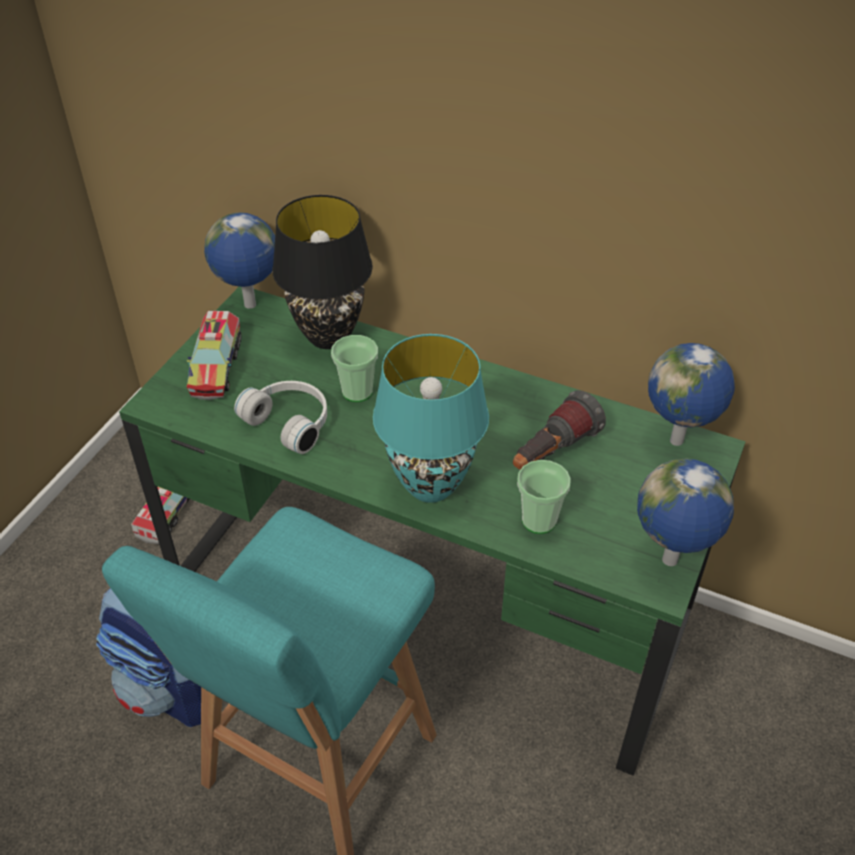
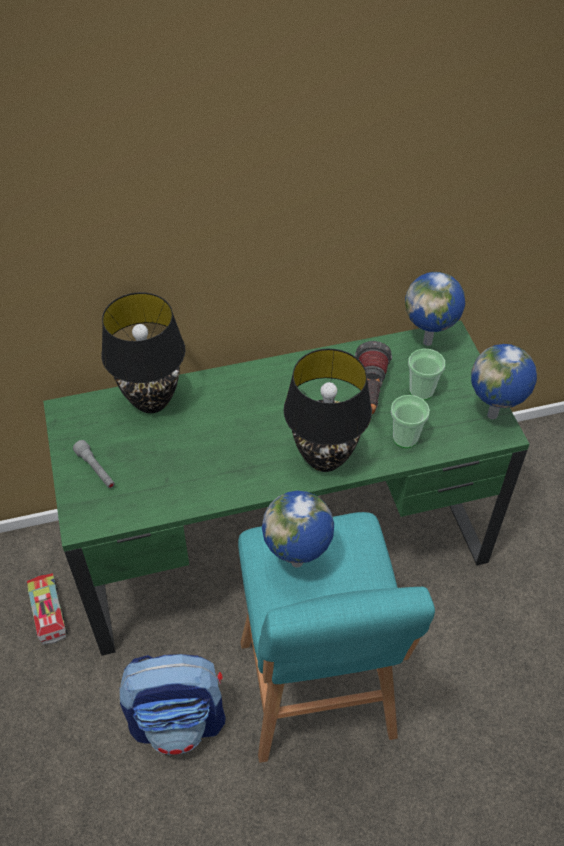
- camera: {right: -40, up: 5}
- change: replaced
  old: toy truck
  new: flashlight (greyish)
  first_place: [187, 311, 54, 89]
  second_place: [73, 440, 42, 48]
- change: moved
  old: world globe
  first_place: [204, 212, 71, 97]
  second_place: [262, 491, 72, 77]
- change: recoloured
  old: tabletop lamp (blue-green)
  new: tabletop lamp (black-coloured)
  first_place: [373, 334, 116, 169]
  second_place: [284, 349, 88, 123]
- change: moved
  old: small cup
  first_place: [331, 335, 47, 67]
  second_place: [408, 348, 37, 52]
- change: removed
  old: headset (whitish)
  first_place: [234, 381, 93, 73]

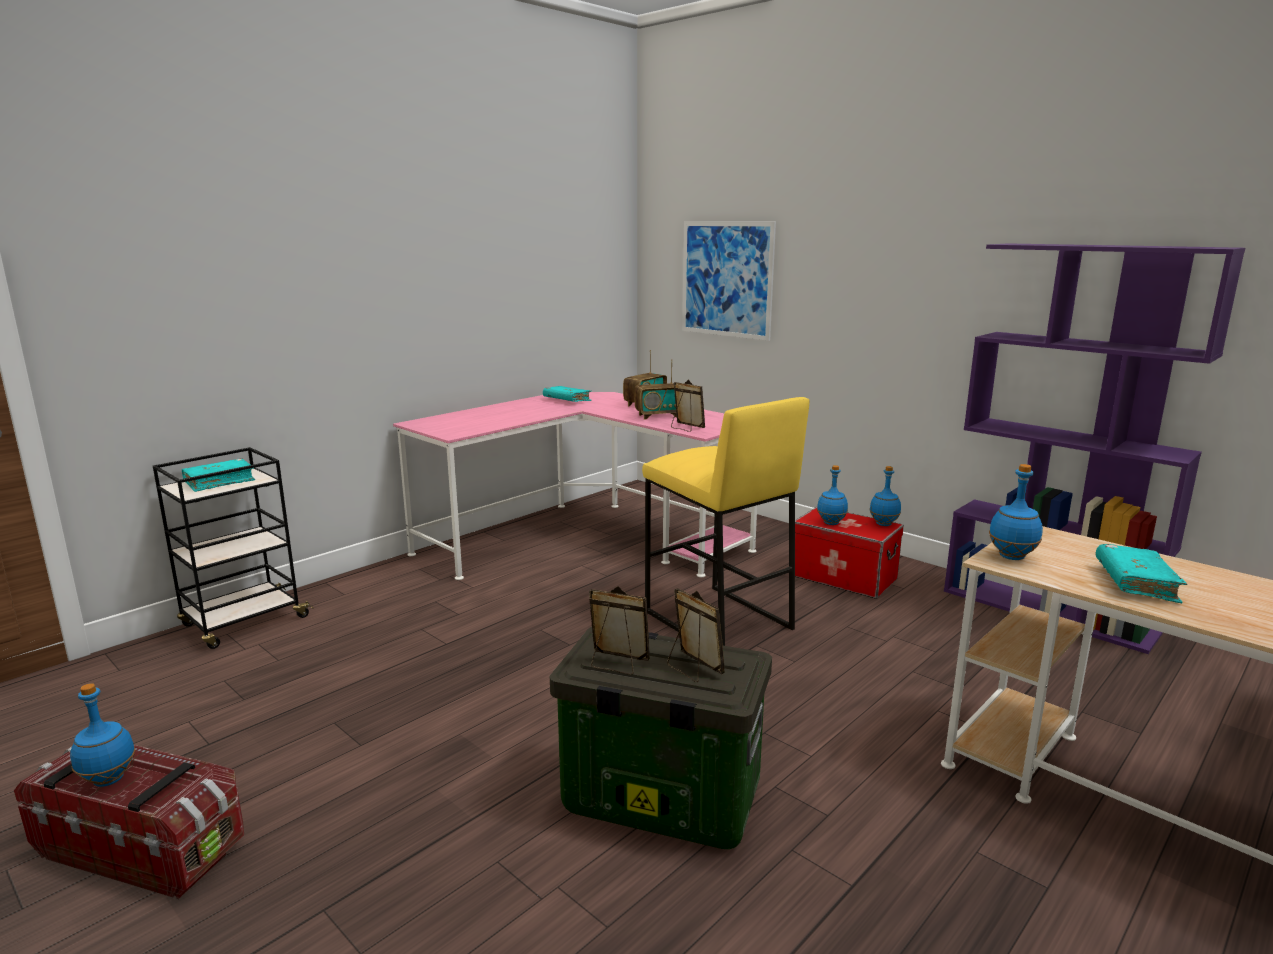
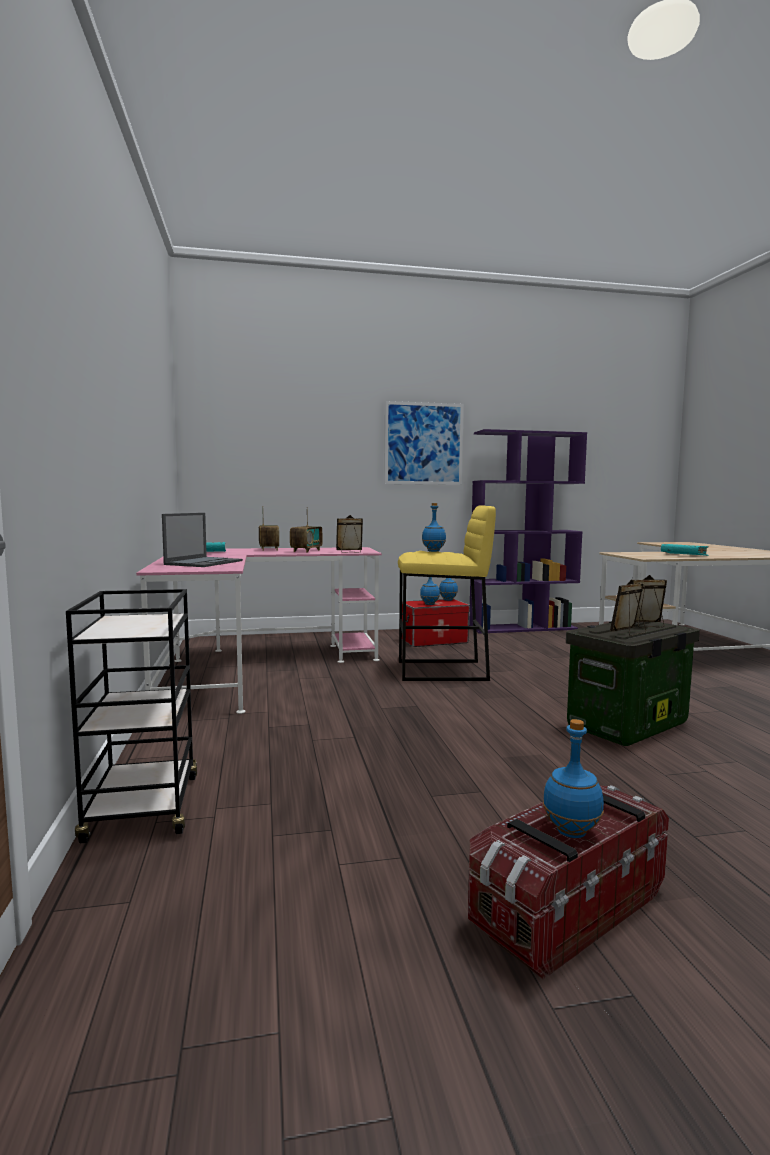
- camera: {right: -55, up: -10}
- change: added
  new: notebook computer
  second_place: [162, 513, 81, 54]
- change: moved
  old: picture
  first_place: [682, 222, 94, 119]
  second_place: [384, 401, 80, 84]
- change: moved
  old: beverage bottle (bluish)
  first_place: [989, 464, 54, 96]
  second_place: [422, 503, 24, 49]
- change: removed
  old: book (blue-green)
  first_place: [181, 458, 74, 34]

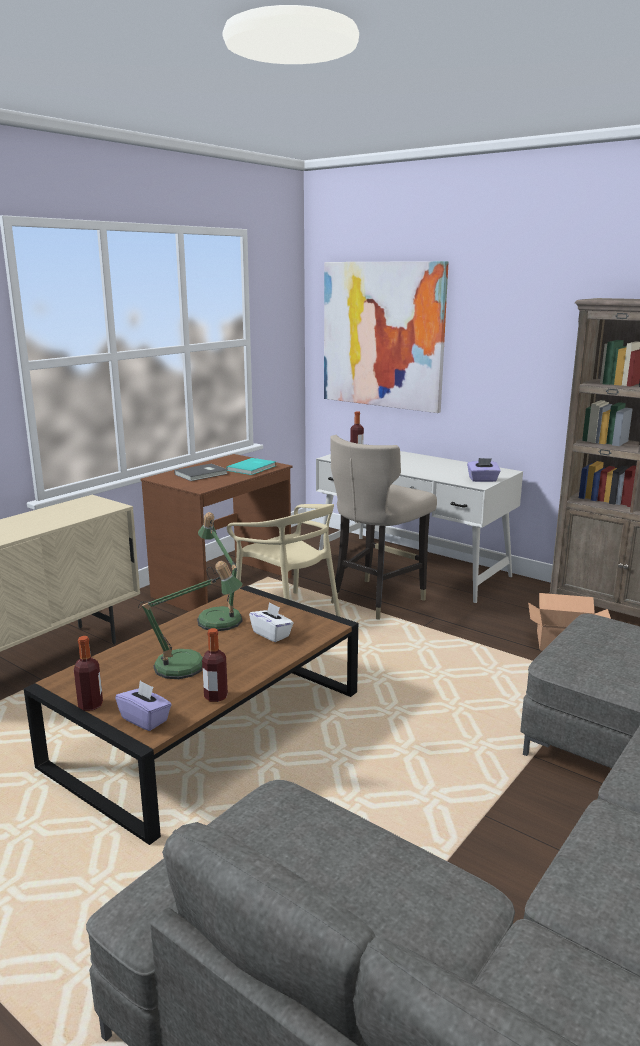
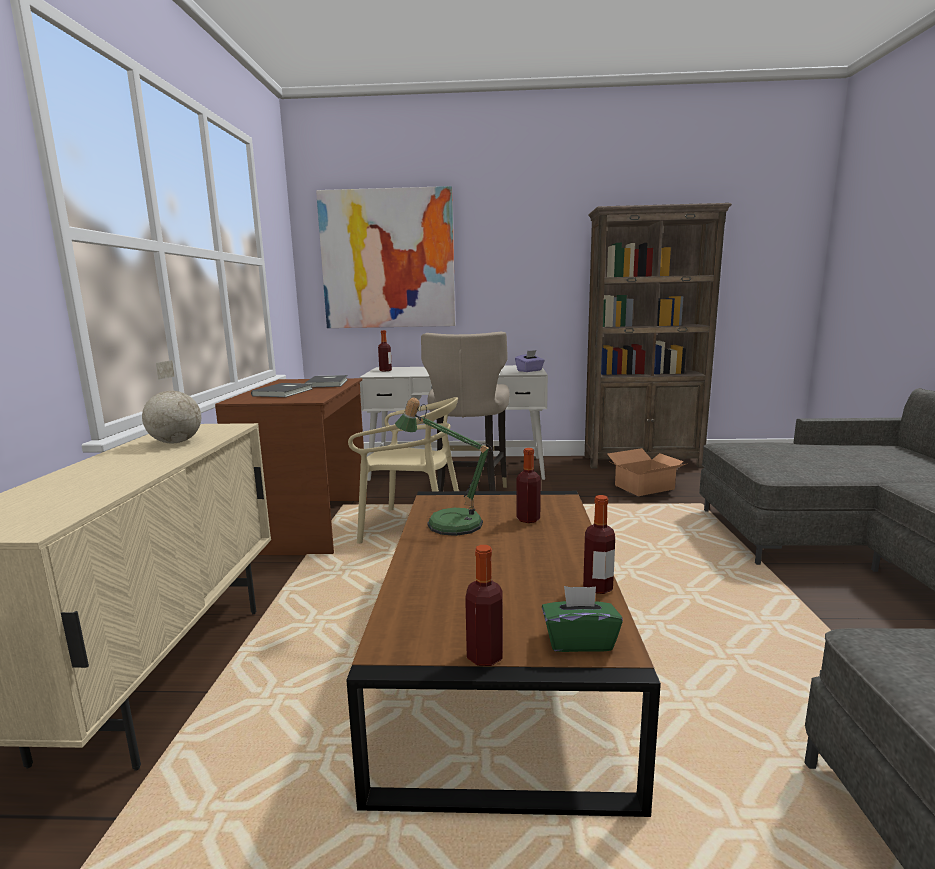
- camera: {right: -35, up: -5}
- change: added
  new: world globe
  second_place: [142, 360, 59, 83]
- change: recoloured
  old: book (blue-green)
  new: book (greyish)
  first_place: [226, 458, 50, 17]
  second_place: [305, 375, 43, 12]
- change: replaced
  old: tissue box (whitish)
  new: beverage bottle
  first_place: [249, 602, 45, 40]
  second_place: [516, 448, 25, 75]
- change: recoloured
  old: tissue box (purple)
  new: tissue box (green-coloured)
  first_place: [115, 680, 57, 51]
  second_place: [542, 586, 81, 66]
- change: removed
  old: tabletop lamp
  first_place: [138, 561, 105, 118]

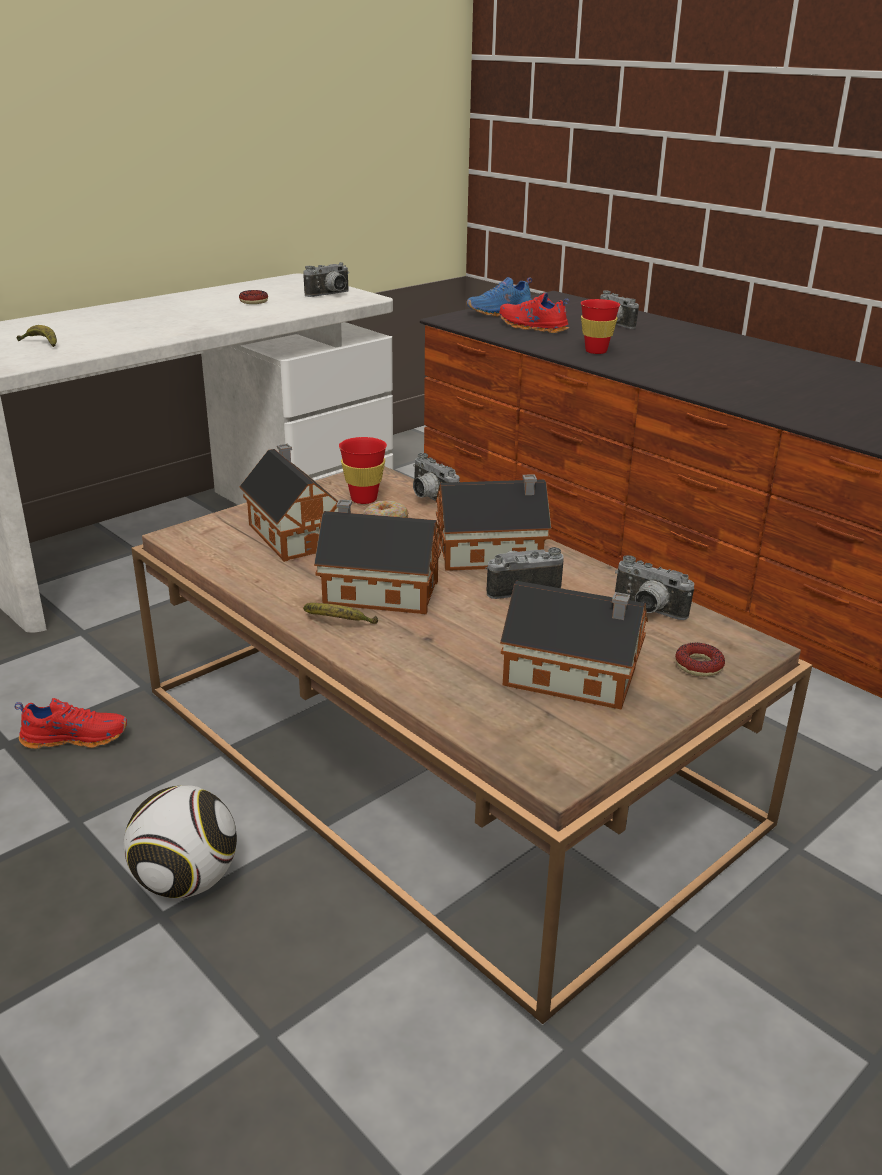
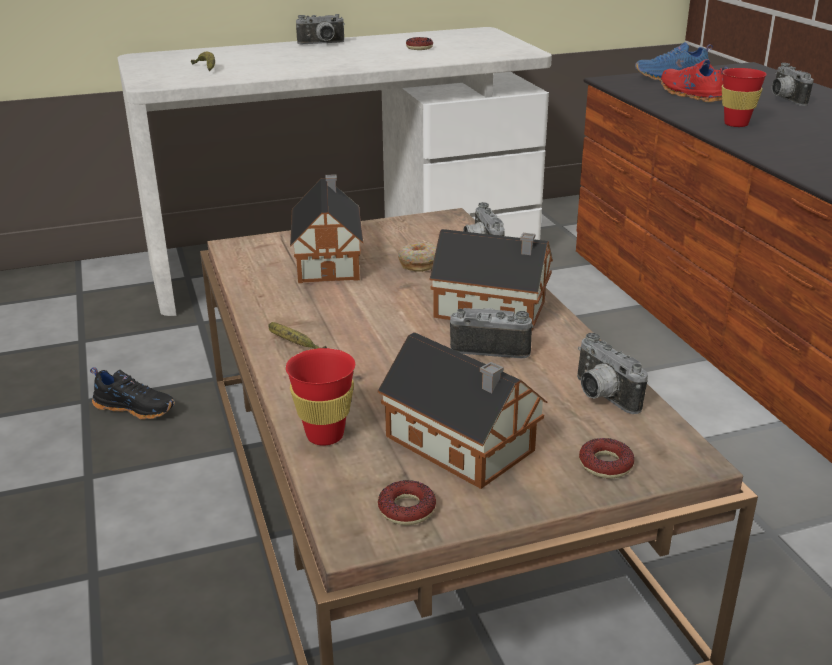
- camera: {right: 25, up: 0}
- change: recoloured
  old: low shoe (reddish)
  new: low shoe (black-coloured)
  first_place: [15, 698, 112, 51]
  second_place: [90, 367, 85, 53]
- change: moved
  old: small cup (reddish)
  first_place: [339, 437, 48, 67]
  second_place: [286, 348, 69, 98]
- change: moved
  old: still camera
  first_place: [303, 262, 46, 35]
  second_place: [296, 14, 49, 30]
- change: added
  new: doughnut
  second_place: [378, 480, 58, 45]
- change: removed
  old: ball for football
  first_place: [124, 785, 113, 113]
- change: removed
  old: toy house
  first_place: [314, 499, 128, 115]

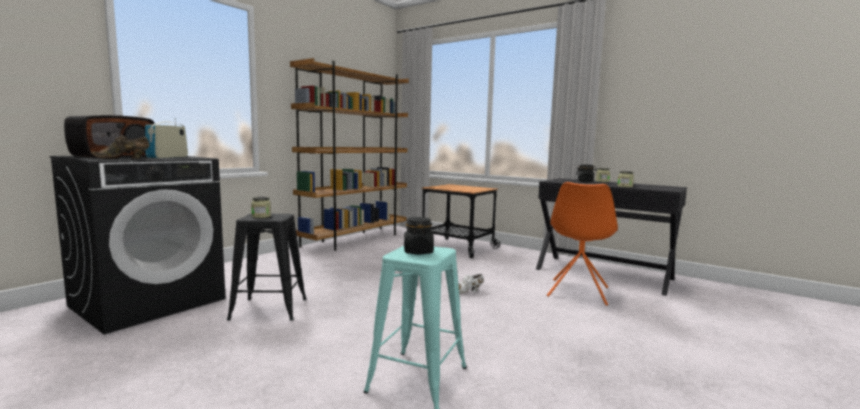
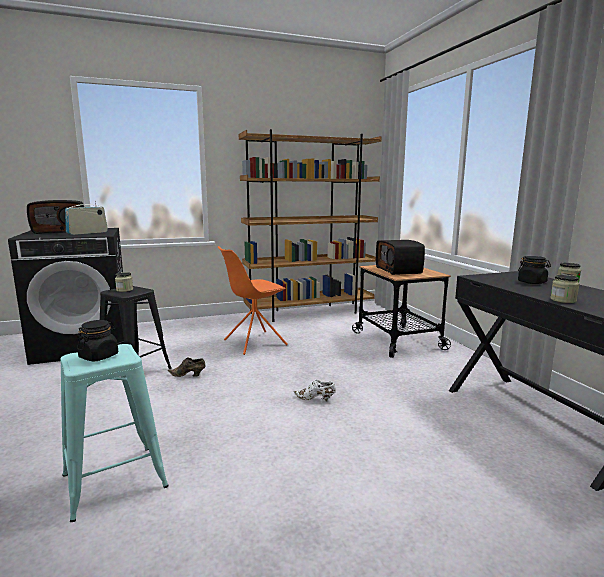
- camera: {right: 35, up: 5}
- change: moved
  old: low shoe (brown)
  first_place: [91, 135, 59, 24]
  second_place: [168, 358, 38, 19]
- change: moved
  old: upright chair (orange)
  first_place: [547, 182, 71, 124]
  second_place: [218, 246, 70, 109]
- change: added
  new: radio set
  second_place: [376, 240, 49, 35]

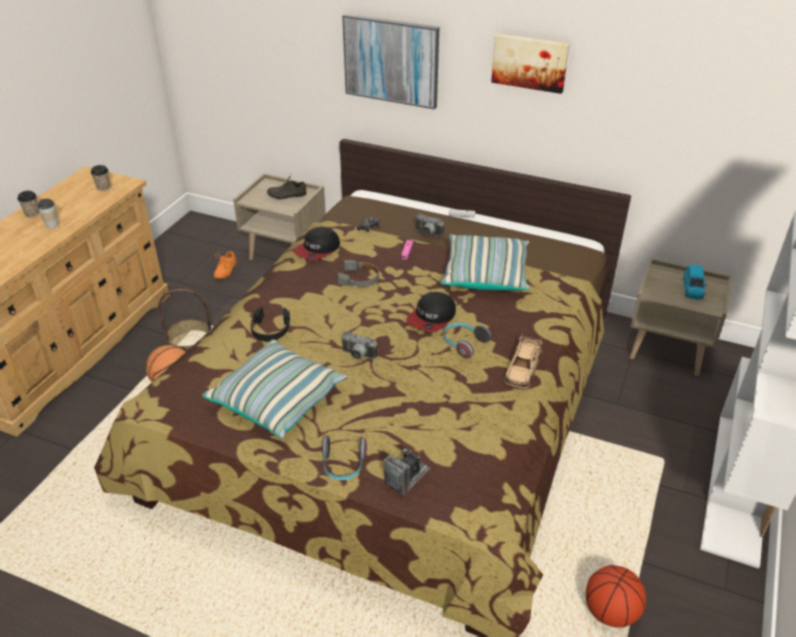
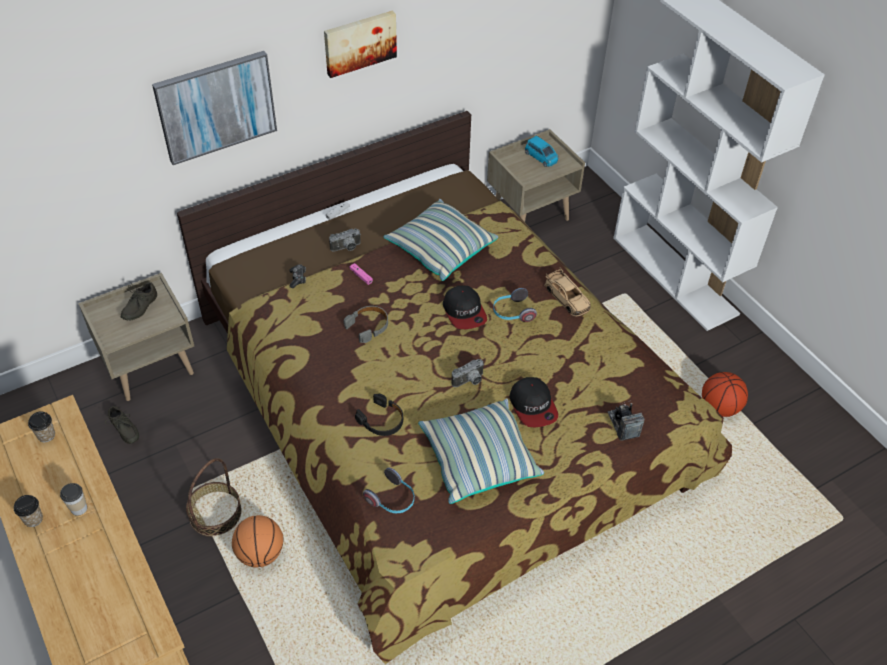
- camera: {right: -55, up: 10}
- change: recoloured
  old: low shoe (orange)
  new: low shoe (greyish)
  first_place: [214, 251, 22, 28]
  second_place: [105, 406, 34, 38]
- change: moved
  old: headset
  first_place: [322, 436, 45, 44]
  second_place: [363, 468, 51, 45]
- change: moved
  old: baseball cap
  first_place: [293, 227, 47, 33]
  second_place: [509, 377, 49, 50]

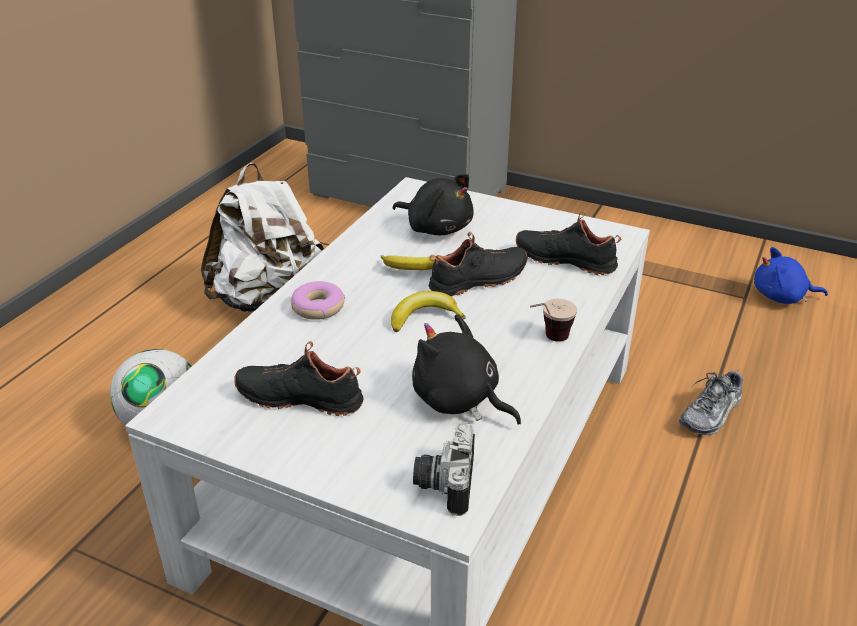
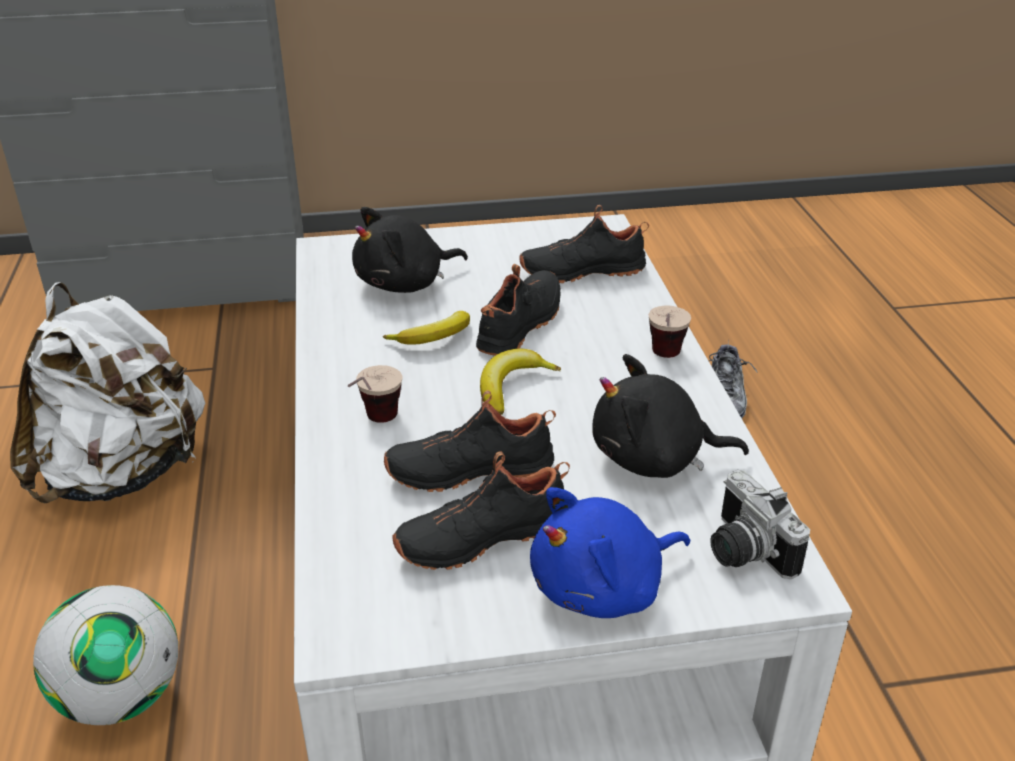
- camera: {right: -35, up: 0}
- change: replaced
  old: doughnut
  new: small cup
  first_place: [291, 281, 54, 39]
  second_place: [348, 365, 54, 58]
- change: turned
  old: cuddly toy (black-coloured)
  first_place: [393, 174, 81, 61]
  second_place: [352, 207, 116, 86]
  degrees: 150
- change: added
  new: low shoe (black-coloured)
  second_place: [384, 390, 172, 102]
- change: moved
  old: cuddly toy (bluish)
  first_place: [754, 247, 74, 57]
  second_place: [530, 487, 160, 131]

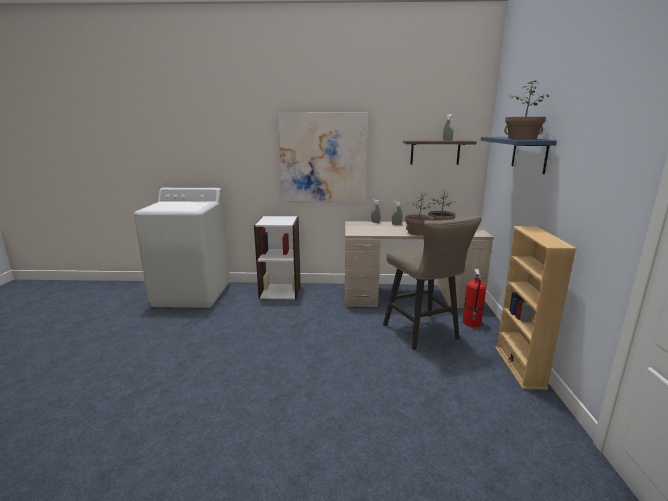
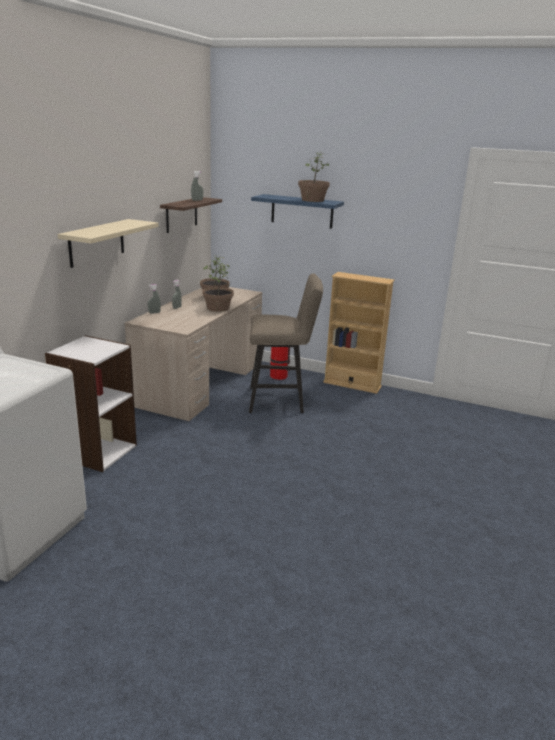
- camera: {right: -70, up: 5}
- change: replaced
  old: picture
  new: wall shelf (beige-coloured)
  first_place: [278, 113, 90, 89]
  second_place: [58, 219, 101, 49]

